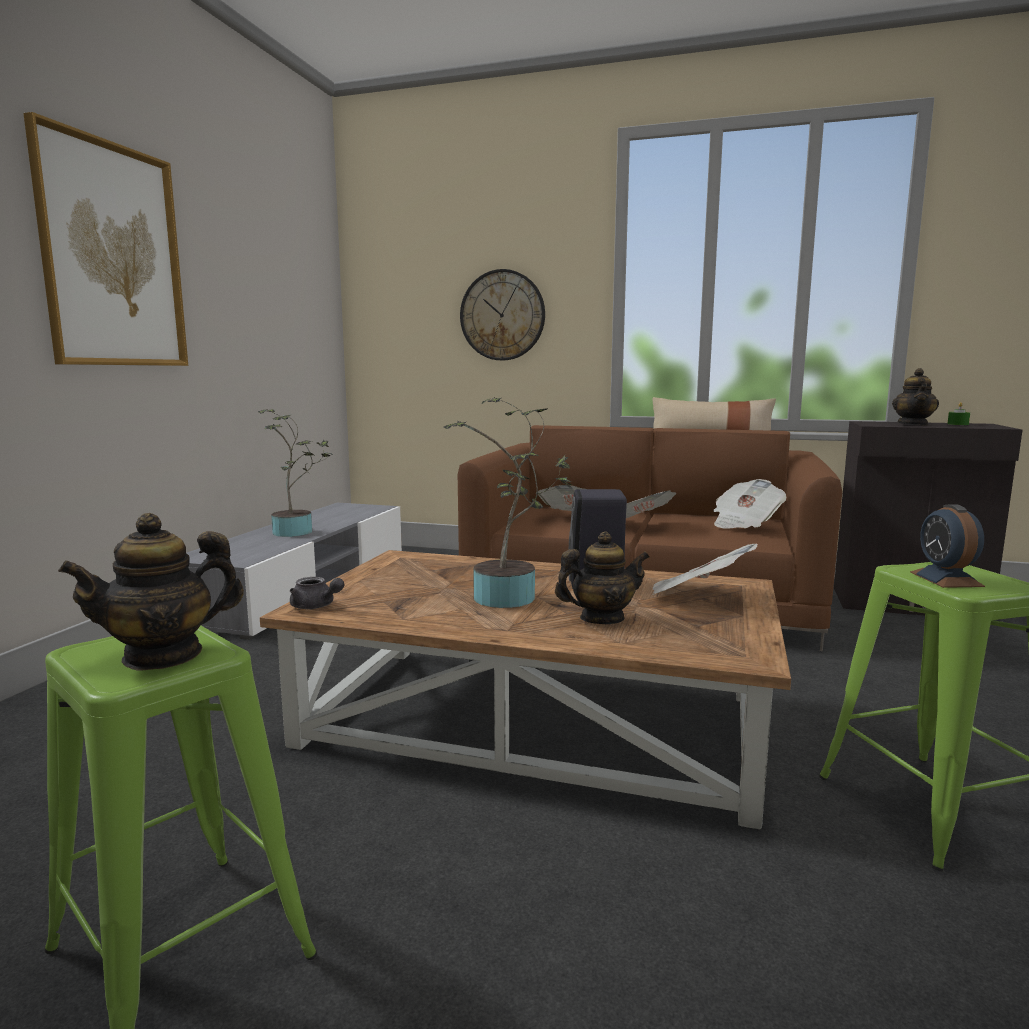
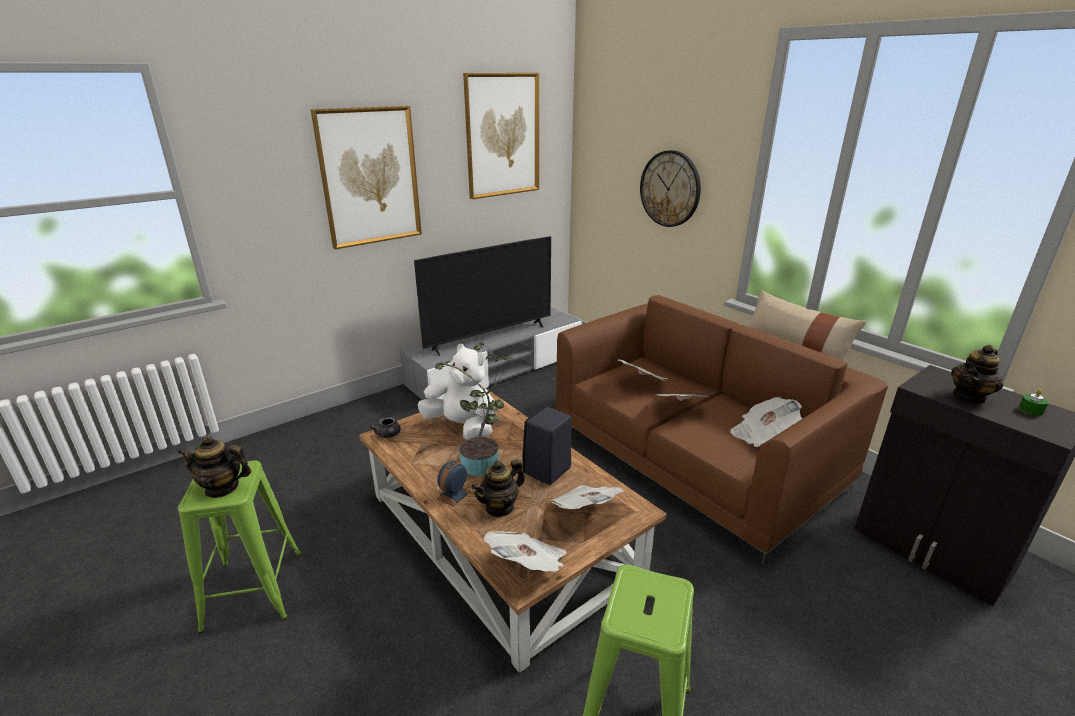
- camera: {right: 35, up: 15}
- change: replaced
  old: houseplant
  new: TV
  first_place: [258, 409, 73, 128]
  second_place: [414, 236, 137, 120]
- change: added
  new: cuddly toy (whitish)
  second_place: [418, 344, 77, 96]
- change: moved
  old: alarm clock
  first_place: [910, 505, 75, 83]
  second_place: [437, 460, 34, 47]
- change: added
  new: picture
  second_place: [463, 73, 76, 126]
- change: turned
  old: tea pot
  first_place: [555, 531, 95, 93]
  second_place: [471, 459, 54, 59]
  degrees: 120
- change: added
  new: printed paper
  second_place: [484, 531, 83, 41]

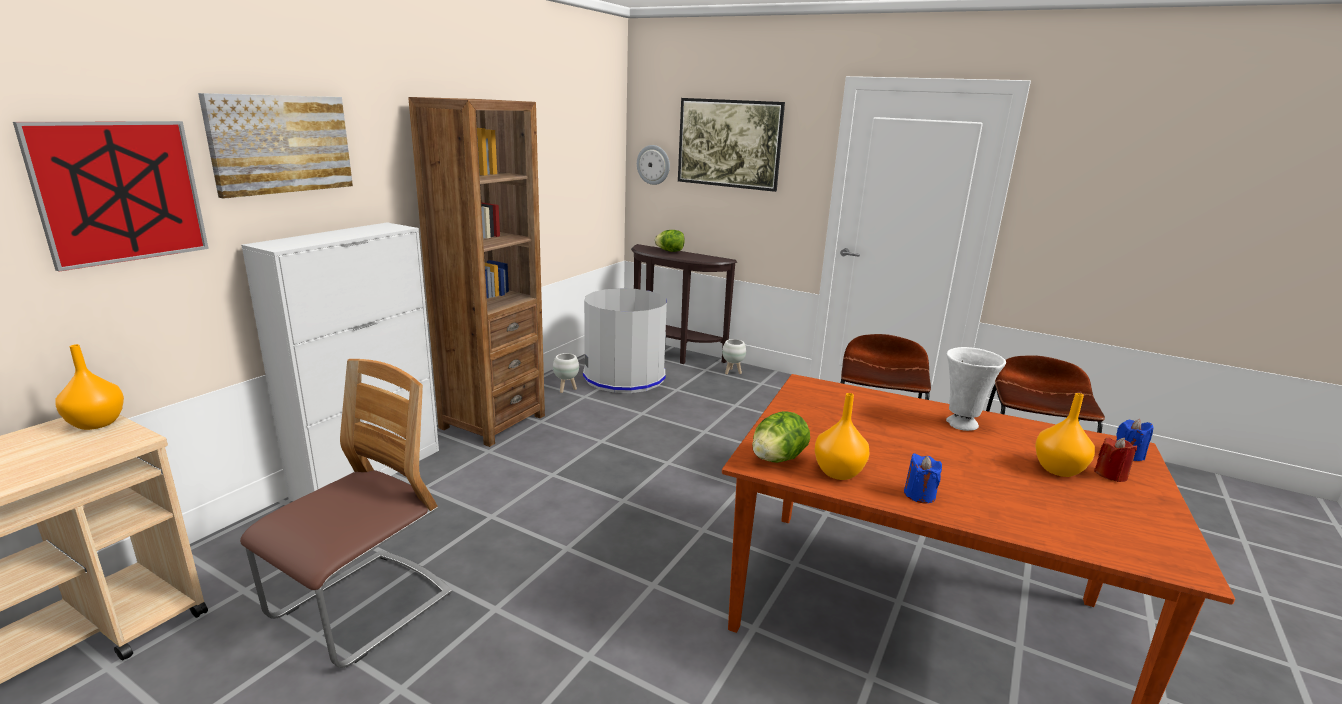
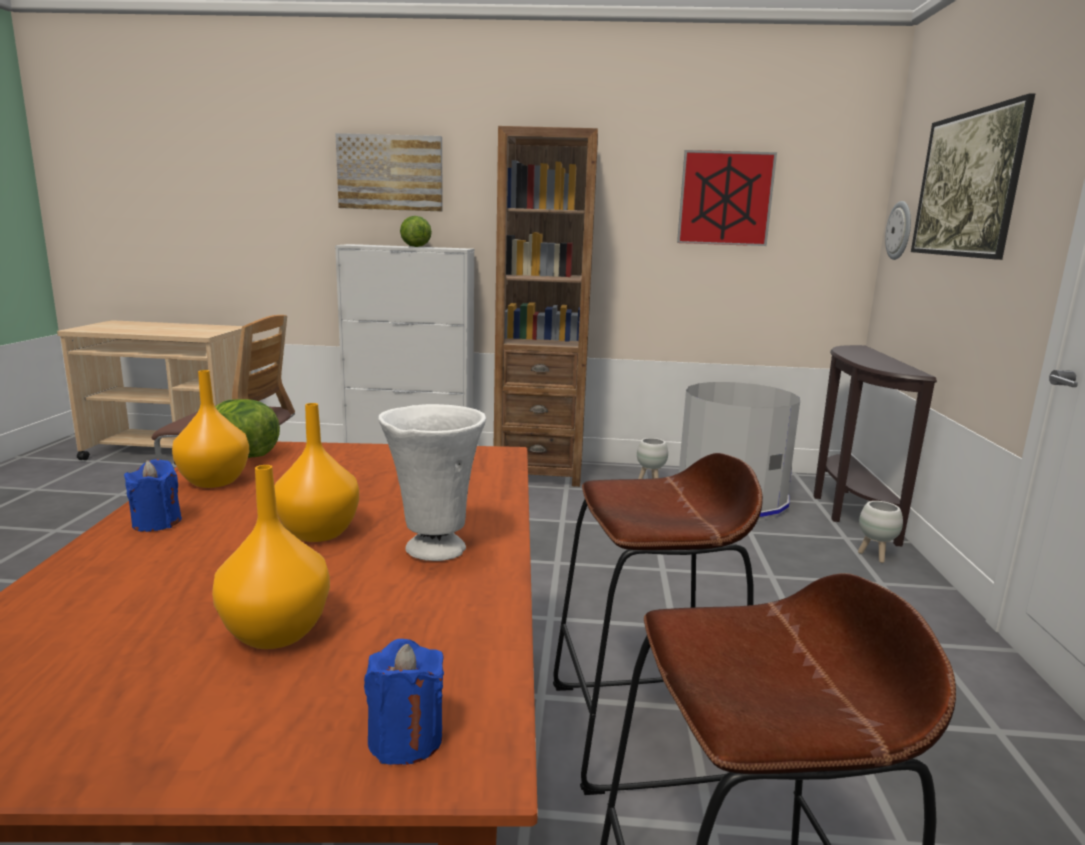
- camera: {right: 65, up: -5}
- change: moved
  old: vase (orange)
  first_place: [56, 344, 68, 86]
  second_place: [274, 403, 85, 139]
- change: moved
  old: lettuce
  first_place: [655, 230, 30, 22]
  second_place: [400, 216, 32, 31]
- change: moved
  old: picture
  first_place: [13, 121, 196, 151]
  second_place: [677, 150, 100, 96]
- change: removed
  old: candle (reddish)
  first_place: [1094, 438, 43, 44]

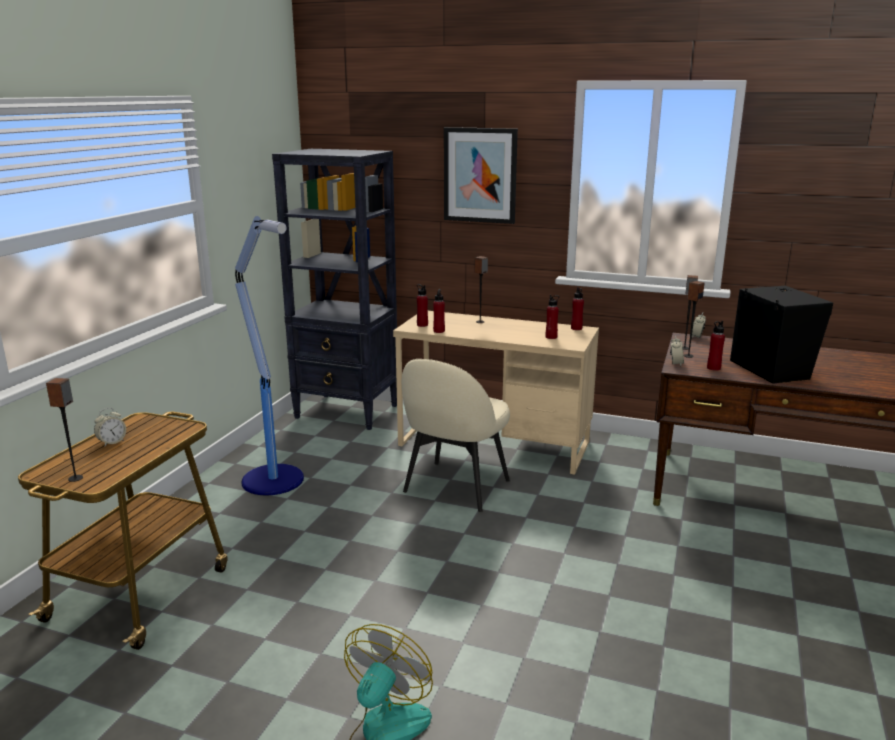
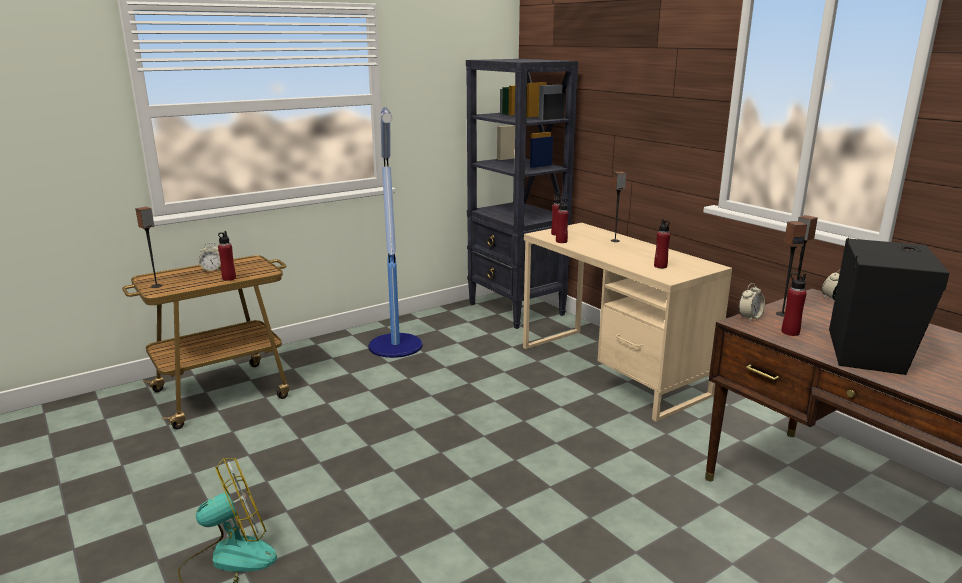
- camera: {right: 35, up: 0}
- change: moved
  old: beverage bottle (reddish)
  first_place: [571, 287, 13, 43]
  second_place: [218, 231, 18, 50]
- change: removed
  old: upright chair (beige-coloured)
  first_place: [402, 359, 108, 153]
- change: removed
  old: picture
  first_place: [444, 127, 74, 97]

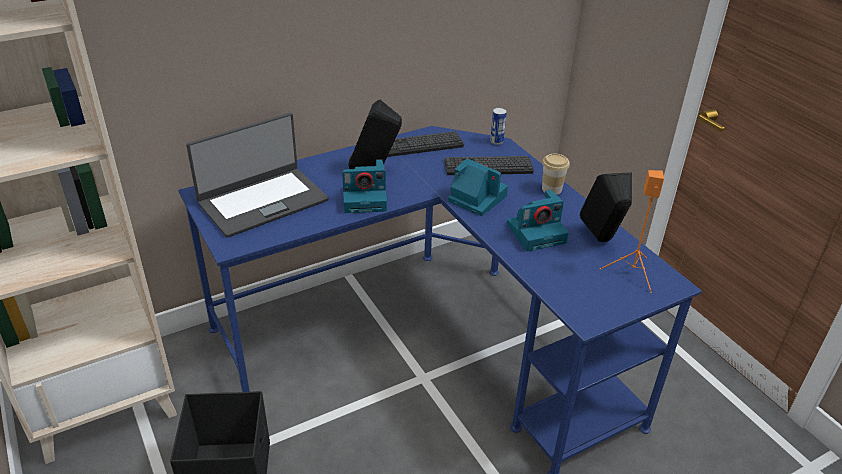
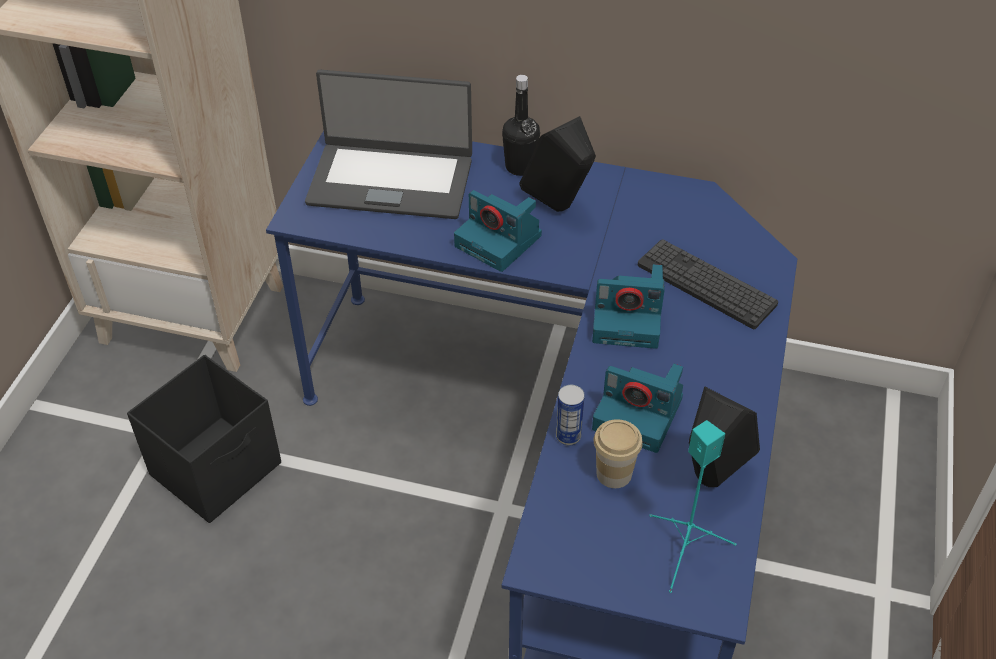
- camera: {right: 45, up: 10}
- change: added
  new: beverage bottle (black-coloured)
  second_place: [502, 75, 38, 101]
- change: moved
  old: metal can
  first_place: [490, 108, 17, 37]
  second_place: [556, 385, 29, 61]
- change: turned
  old: still camera
  first_place: [448, 159, 60, 57]
  second_place: [592, 264, 73, 85]
  degrees: 105
- change: moved
  old: small cup
  first_place: [542, 154, 28, 41]
  second_place: [594, 419, 49, 69]
- change: recoloured
  old: audio speaker (orange)
  new: audio speaker (blue-green)
  first_place: [600, 170, 64, 123]
  second_place: [649, 420, 87, 173]
- change: removed
  old: computer keyboard
  first_place: [387, 131, 77, 26]

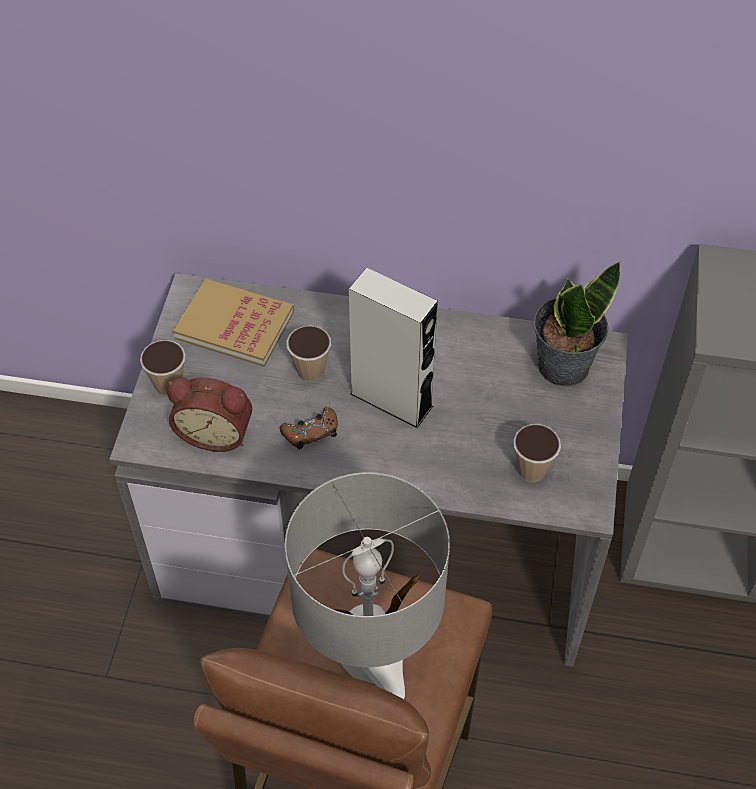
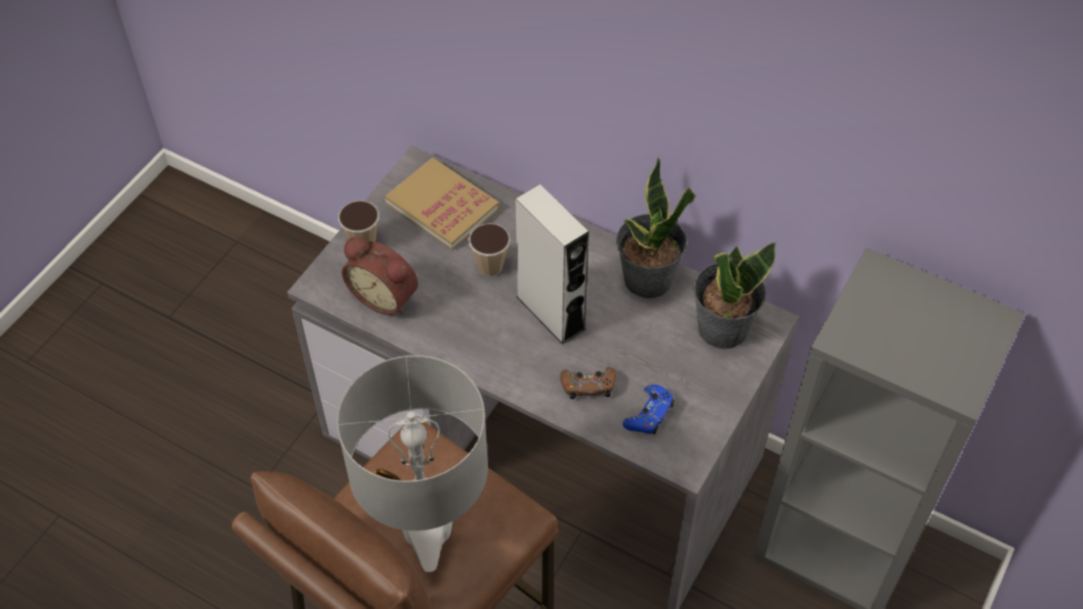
- camera: {right: 20, up: 0}
- change: moved
  old: gamepad (brown)
  first_place: [280, 407, 58, 43]
  second_place: [560, 367, 56, 32]
- change: added
  new: houseplant
  second_place: [616, 157, 79, 141]
- change: replaced
  old: small cup
  new: gamepad (bluish)
  first_place: [513, 424, 48, 58]
  second_place: [623, 385, 51, 49]

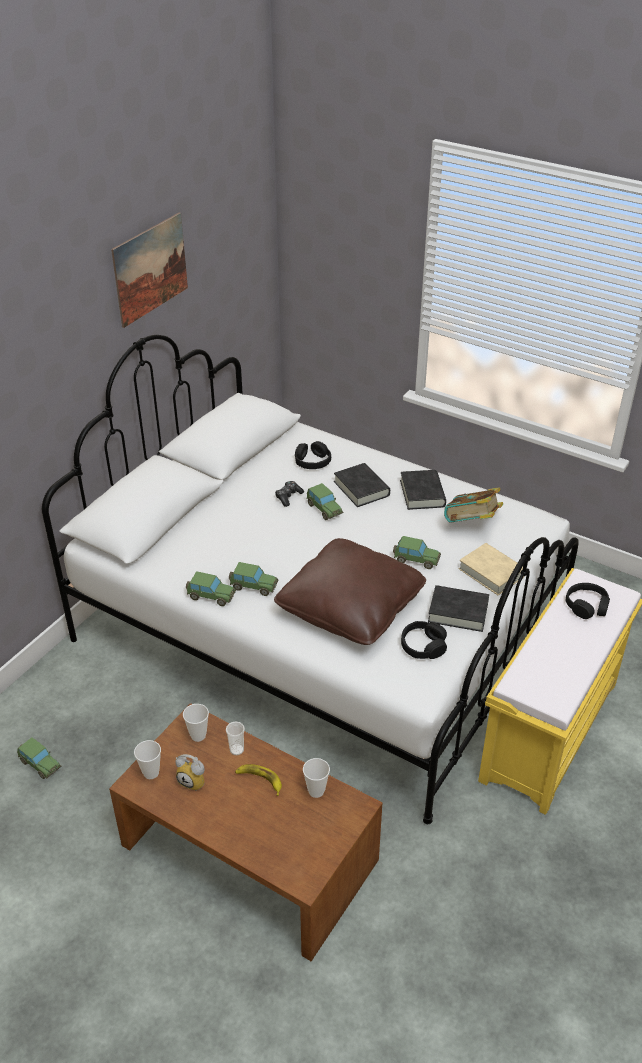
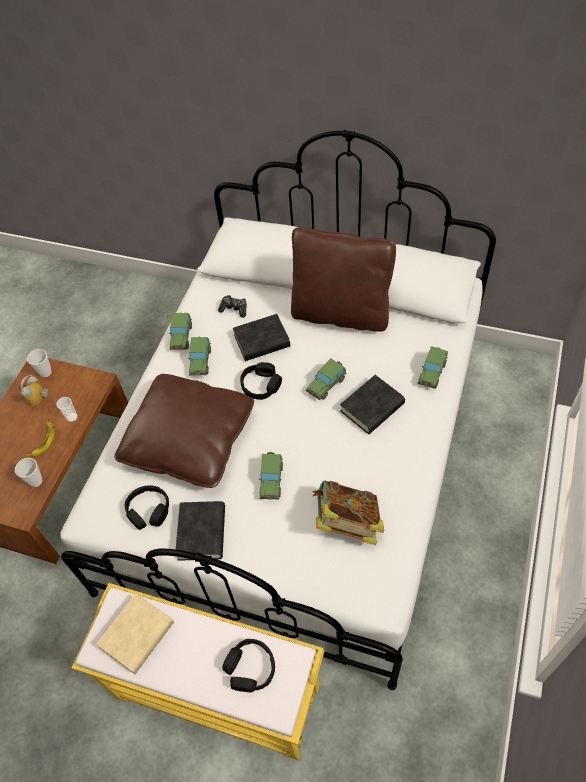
- camera: {right: 80, up: 15}
- change: moved
  old: book (beige-coloured)
  first_place: [459, 543, 66, 52]
  second_place: [96, 594, 78, 80]
- change: moved
  old: gamepad
  first_place: [275, 481, 29, 26]
  second_place: [218, 295, 29, 23]
- change: moved
  old: book (black-coloured)
  first_place: [400, 470, 46, 40]
  second_place: [233, 314, 57, 47]
- change: moved
  old: headset (black-coloured)
  first_place: [295, 441, 36, 28]
  second_place: [240, 362, 42, 38]
- change: added
  new: throw pillow (brown)
  second_place: [291, 228, 105, 104]
- change: moved
  old: model car
  first_place: [17, 737, 44, 42]
  second_place: [418, 346, 30, 43]
- change: removed
  old: picture
  first_place: [111, 213, 77, 115]
- change: removed
  old: small cup
  first_place: [183, 704, 26, 38]

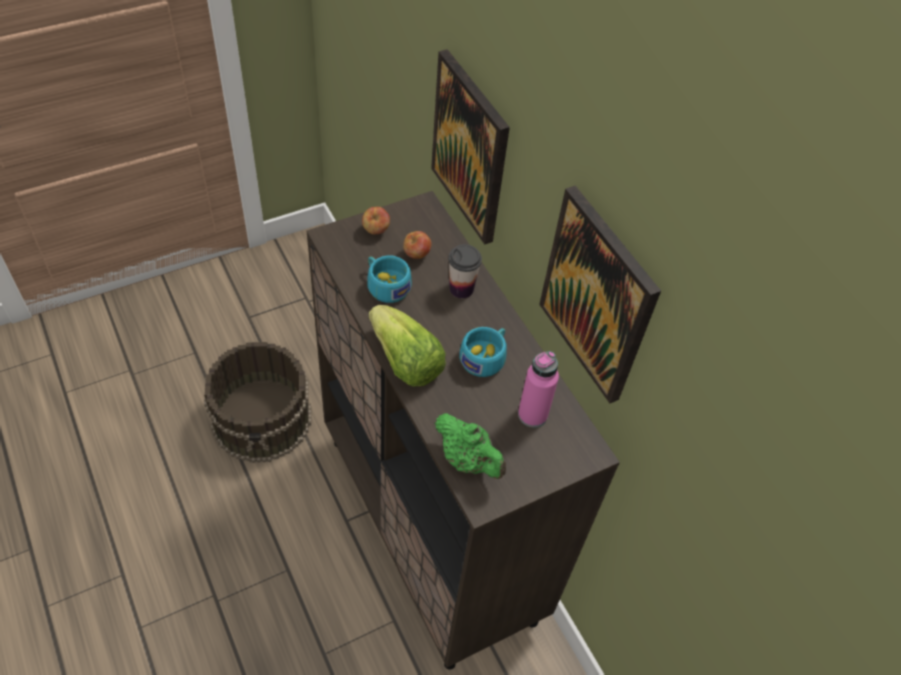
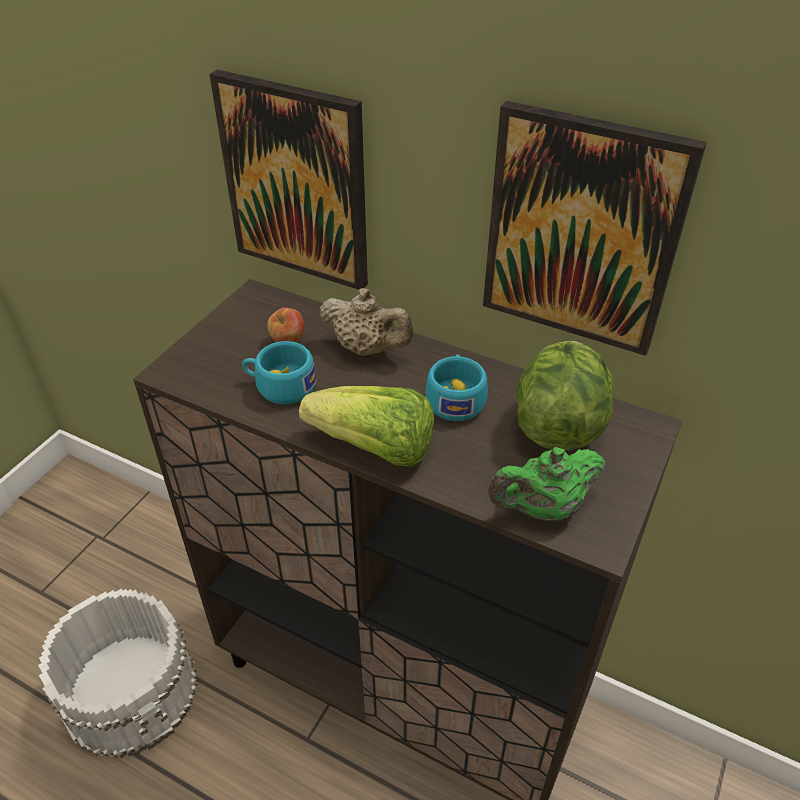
- camera: {right: -30, up: -10}
- change: recoloured
  old: bucket (brown)
  new: bucket (whitish)
  first_place: [204, 342, 107, 121]
  second_place: [38, 589, 160, 169]
- change: replaced
  old: small cup
  new: tea pot (beige-coloured)
  first_place: [448, 244, 34, 54]
  second_place: [319, 288, 95, 68]
- change: turned
  old: tea pot (green-coloured)
  first_place: [435, 413, 71, 66]
  second_place: [488, 447, 118, 74]
  degrees: 150
- change: replaced
  old: beverage bottle (pinkish)
  new: lettuce
  first_place: [518, 351, 41, 76]
  second_place: [517, 341, 96, 110]
- change: removed
  old: apple fruit
  first_place: [362, 207, 28, 28]

